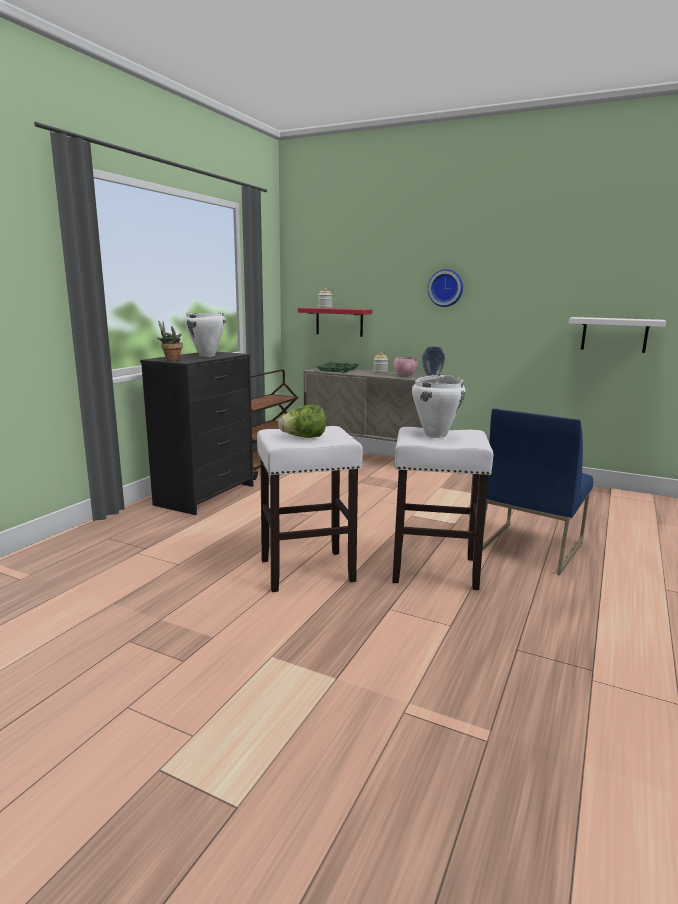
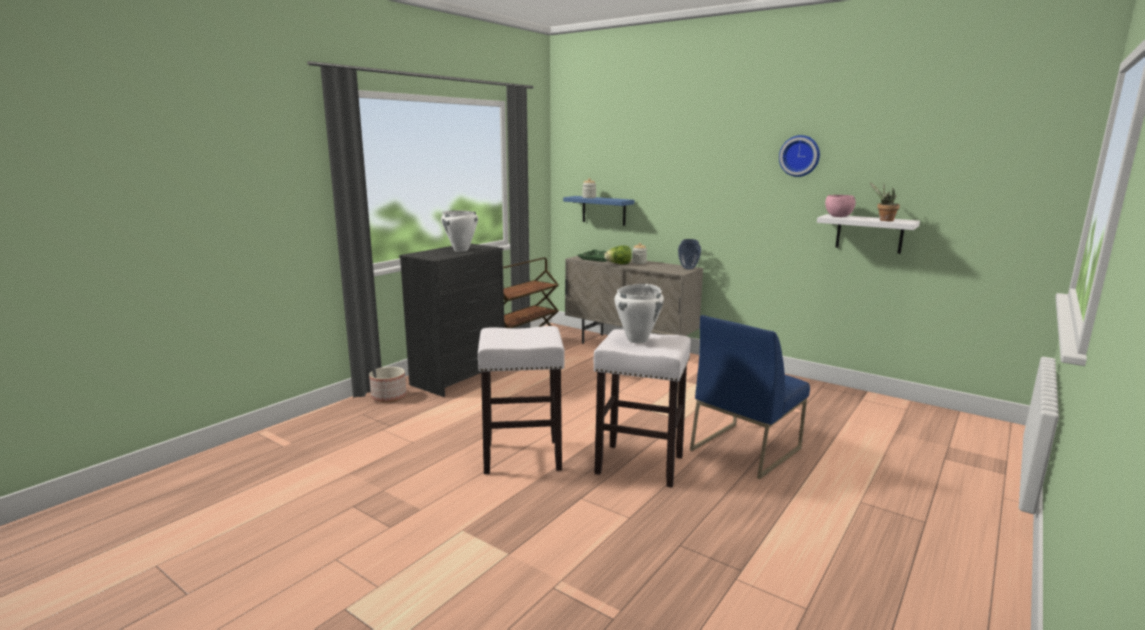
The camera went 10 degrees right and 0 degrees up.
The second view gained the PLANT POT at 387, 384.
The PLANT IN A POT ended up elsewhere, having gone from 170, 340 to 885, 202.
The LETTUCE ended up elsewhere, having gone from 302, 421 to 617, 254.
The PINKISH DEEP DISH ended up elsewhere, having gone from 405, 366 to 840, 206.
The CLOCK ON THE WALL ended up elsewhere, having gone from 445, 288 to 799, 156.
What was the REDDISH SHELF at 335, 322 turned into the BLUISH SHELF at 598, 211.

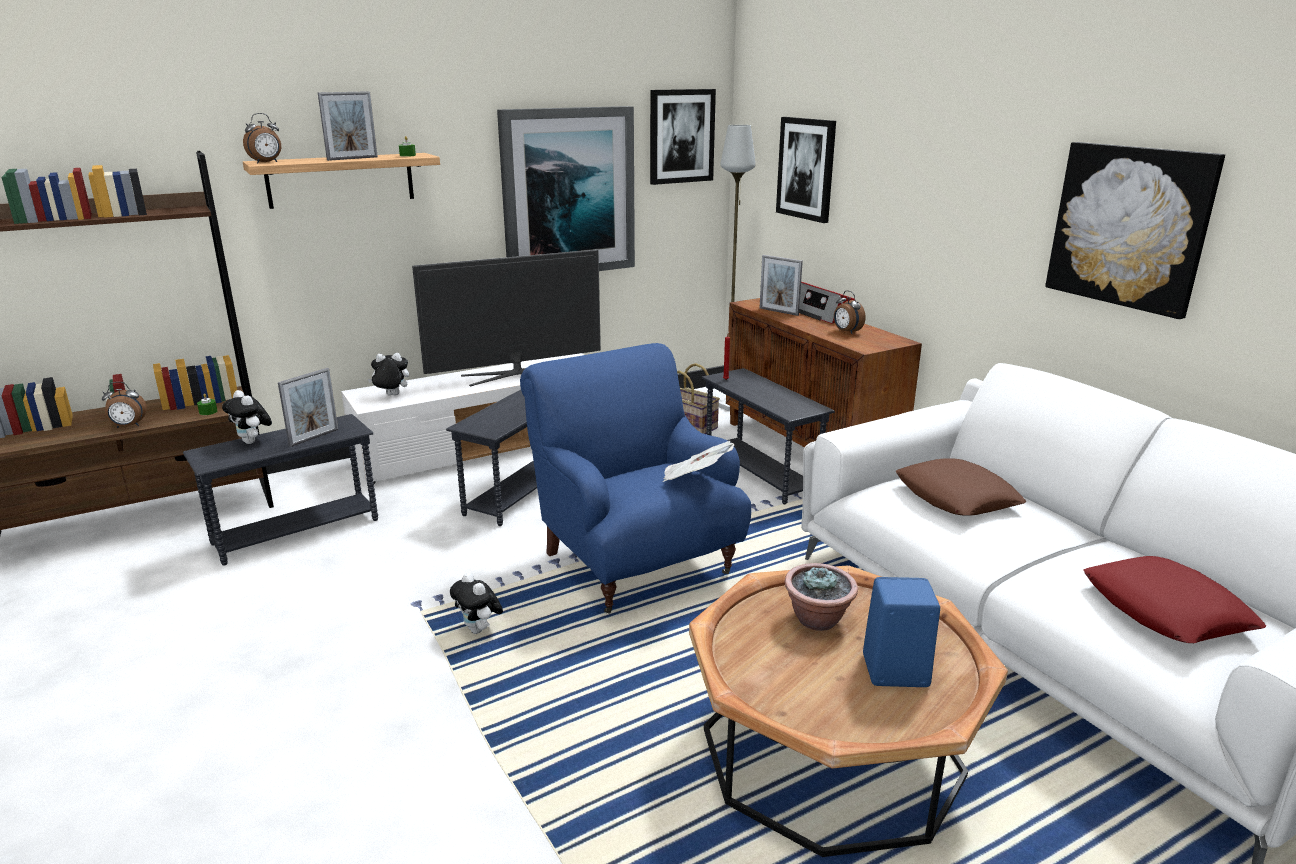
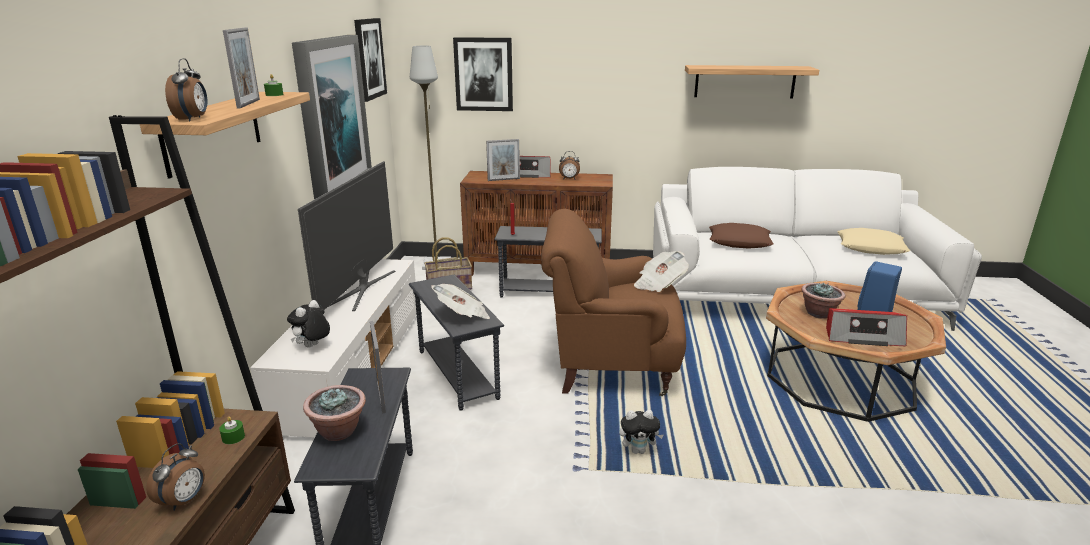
The camera went 55 degrees left and 0 degrees up.
The second view gained the DAILY PAPER at 460, 301.
The second view gained the RADIO at 866, 327.
Where the SOFT TOY stood at 247, 417, the PLANT IN A POT came to stand at 334, 413.
Where the WALL PICTURE hung at 1135, 230, the SHELF came to hang at 752, 82.
What was the BLUISH EASY CHAIR at 635, 478 turned into the BROWN-COLOURED EASY CHAIR at 613, 302.
What was the REDDISH PILLOW at 1174, 599 turned into the BEIGE PILLOW at 873, 241.

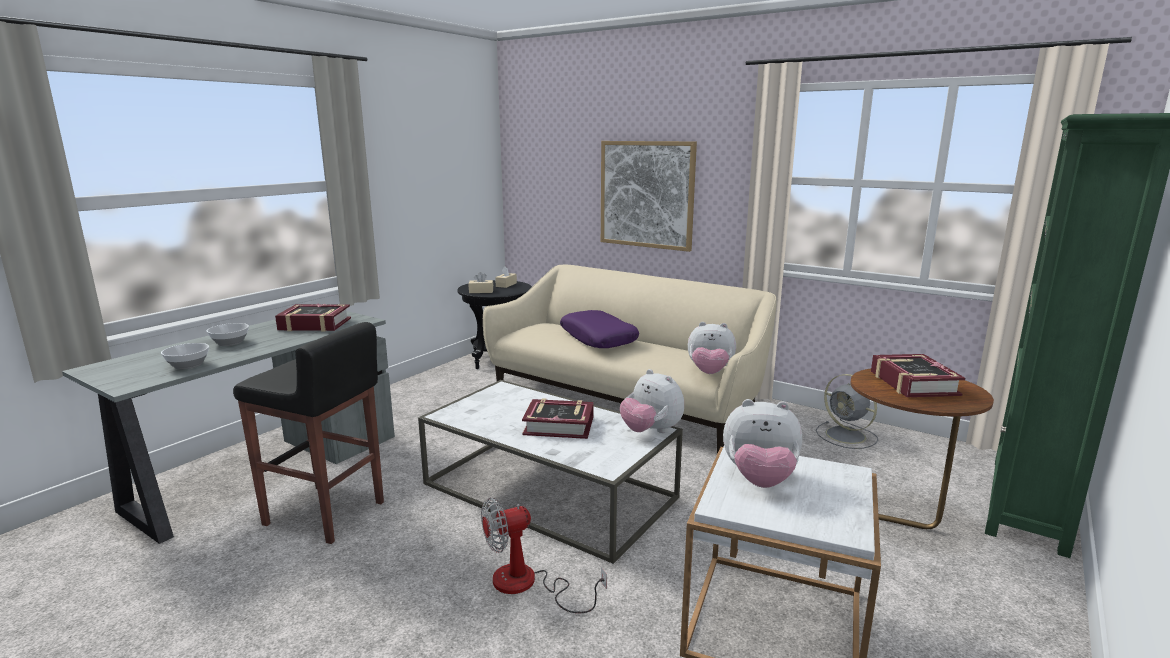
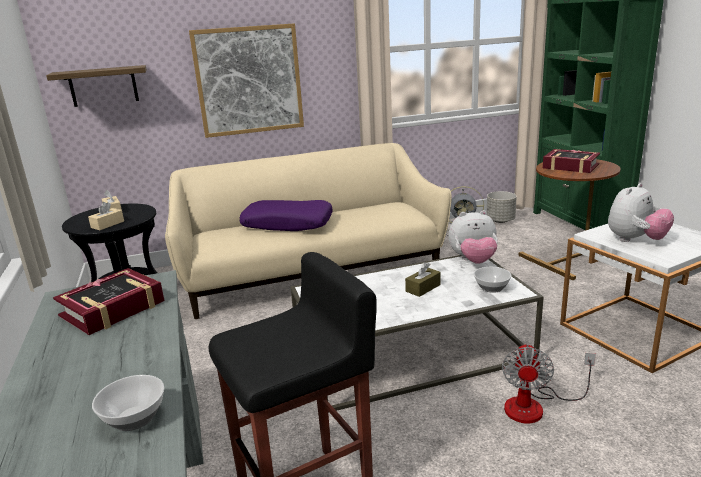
The camera went 50 degrees left and 5 degrees up.
The second view lost the SOFT TOY at 712, 348.
The second view gained the SHELF at 96, 86.
The second view gained the GREY PLANT POT at 502, 207.
The DEEP DISH ended up elsewhere, having gone from 228, 334 to 492, 280.
Where the BOOK stood at 558, 418, the BROWN-COLOURED TISSUE HOLDER came to stand at 423, 279.

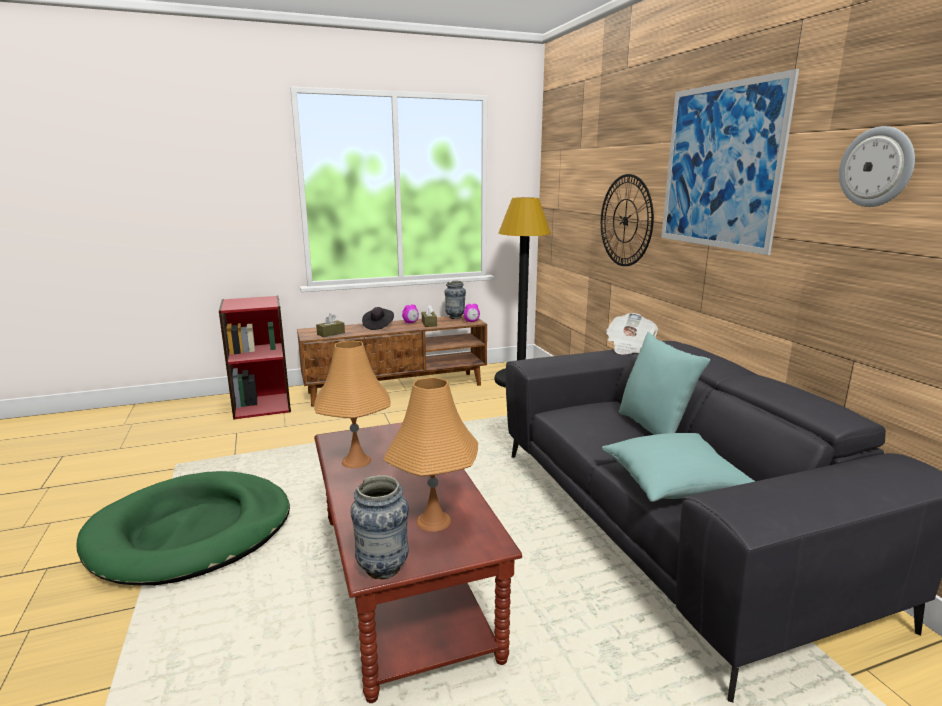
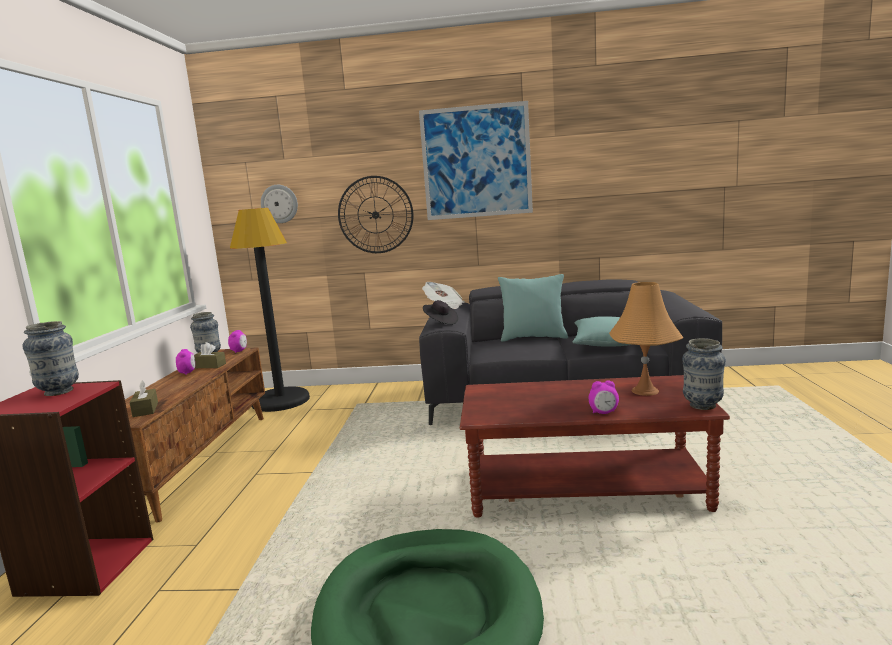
The camera went 65 degrees left and 5 degrees down.
The second view lost the ORANGE-COLOURED TABLETOP LAMP at 352, 404.
The second view gained the VASE at 50, 358.
The second view gained the ALARM CLOCK at 604, 397.
The BLACK CLOTHING HAT ended up elsewhere, having gone from 378, 318 to 440, 312.
The CLOCK ON THE WALL ended up elsewhere, having gone from 877, 166 to 279, 204.

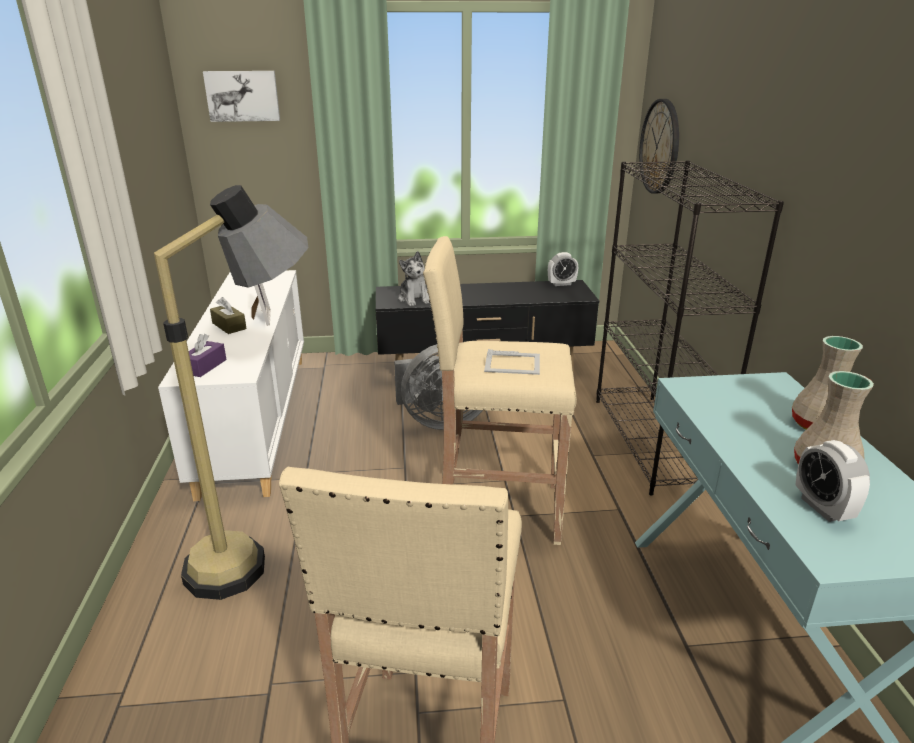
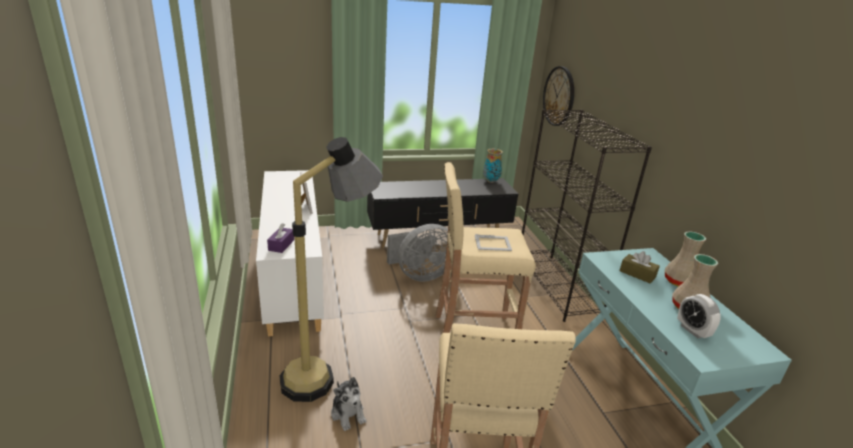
The camera went 10 degrees left and 0 degrees up.
The second view lost the WALL PICTURE at 241, 96.
The BROWN-COLOURED TISSUE HOLDER ended up elsewhere, having gone from 228, 315 to 640, 267.
The SOFT TOY ended up elsewhere, having gone from 414, 278 to 348, 404.
Where the ALARM CLOCK stood at 563, 269, the VASE came to stand at 493, 166.

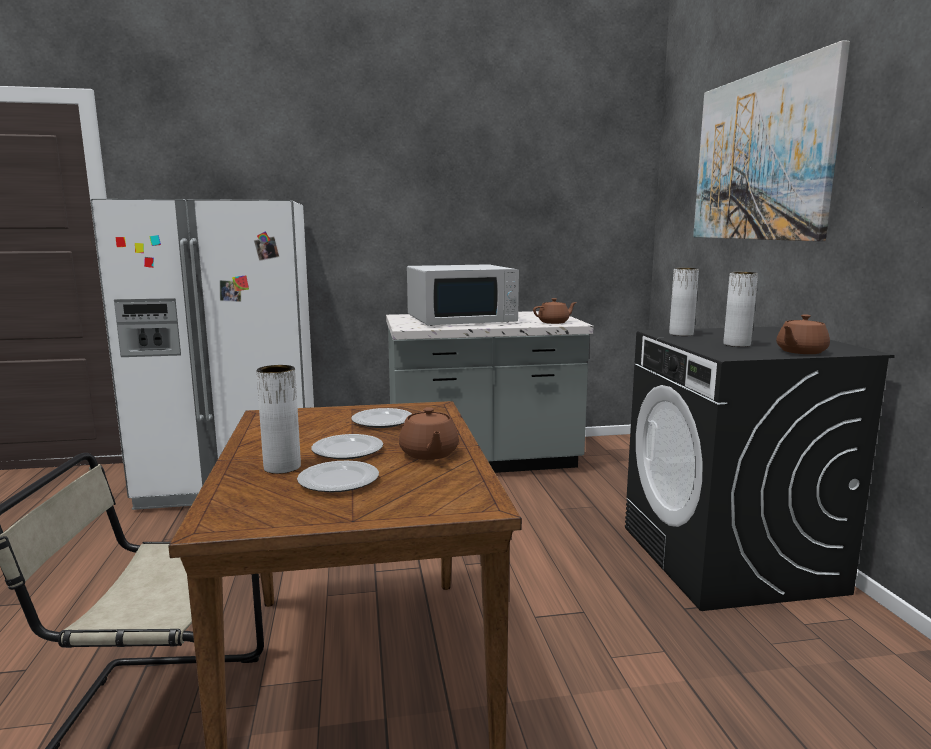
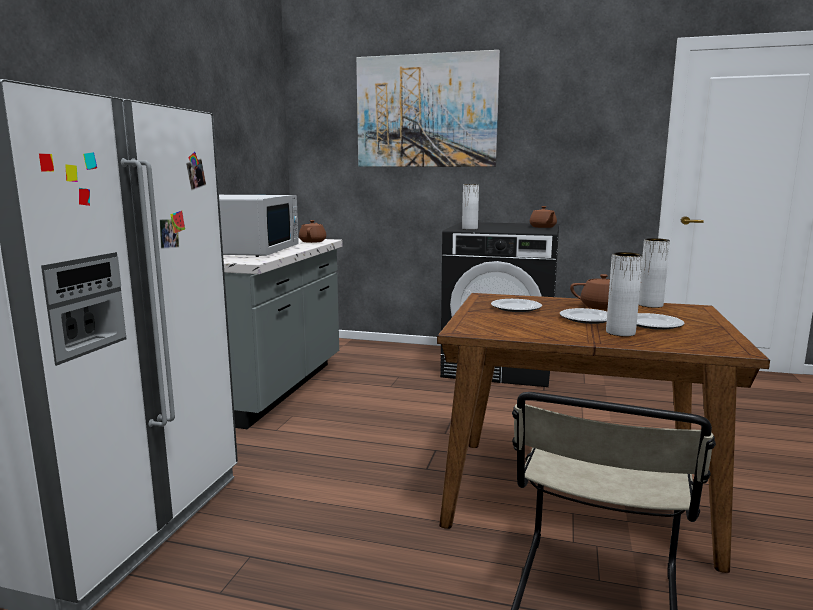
The camera went 65 degrees left and 0 degrees up.
The WHITE-COLOURED VASE ended up elsewhere, having gone from 740, 309 to 654, 273.

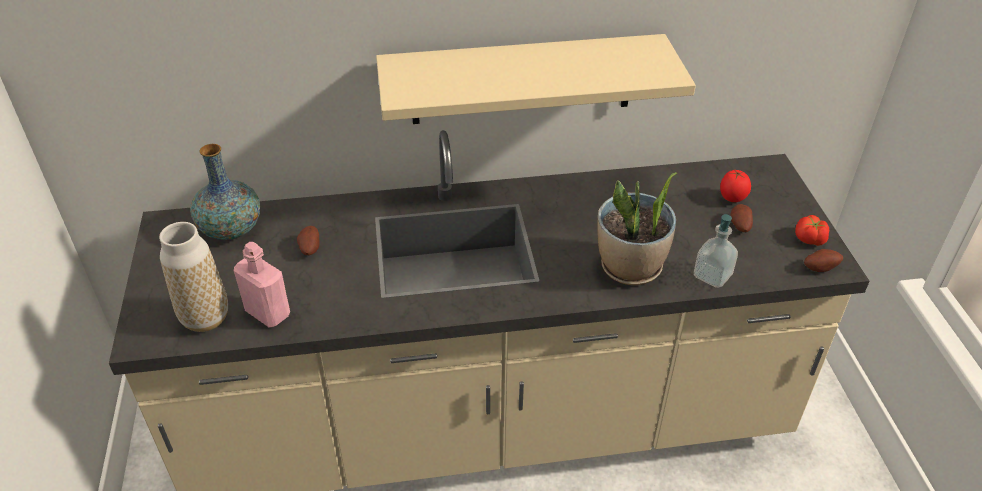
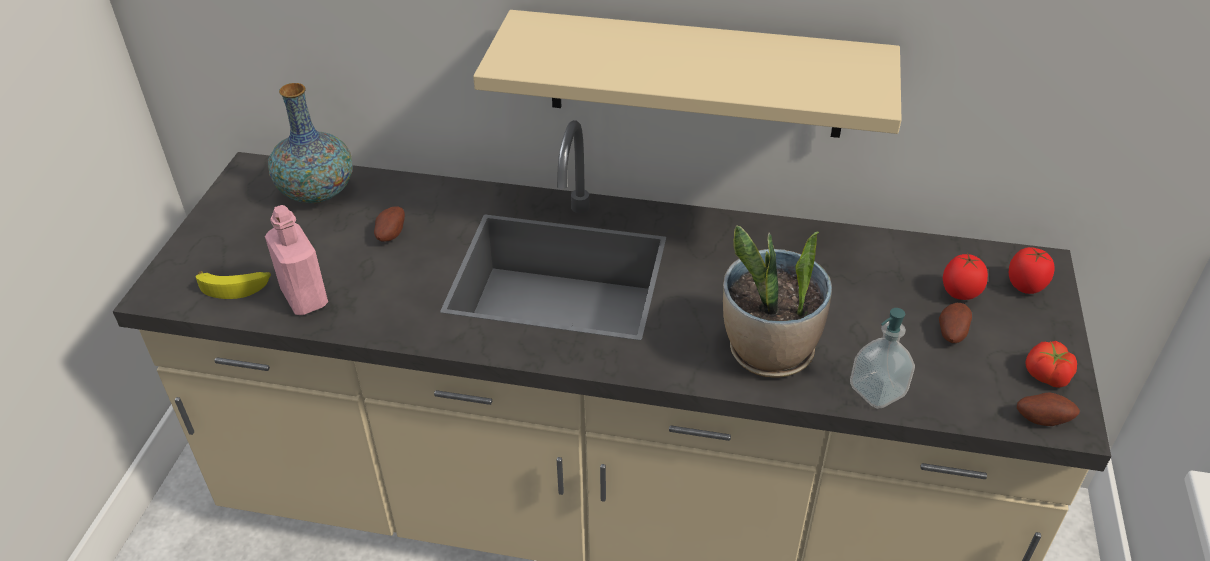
The camera went 20 degrees right and 0 degrees up.
The second view gained the FRESH TOMATO at 1032, 270.
Where the VASE stood at 193, 277, the BANANA came to stand at 233, 285.

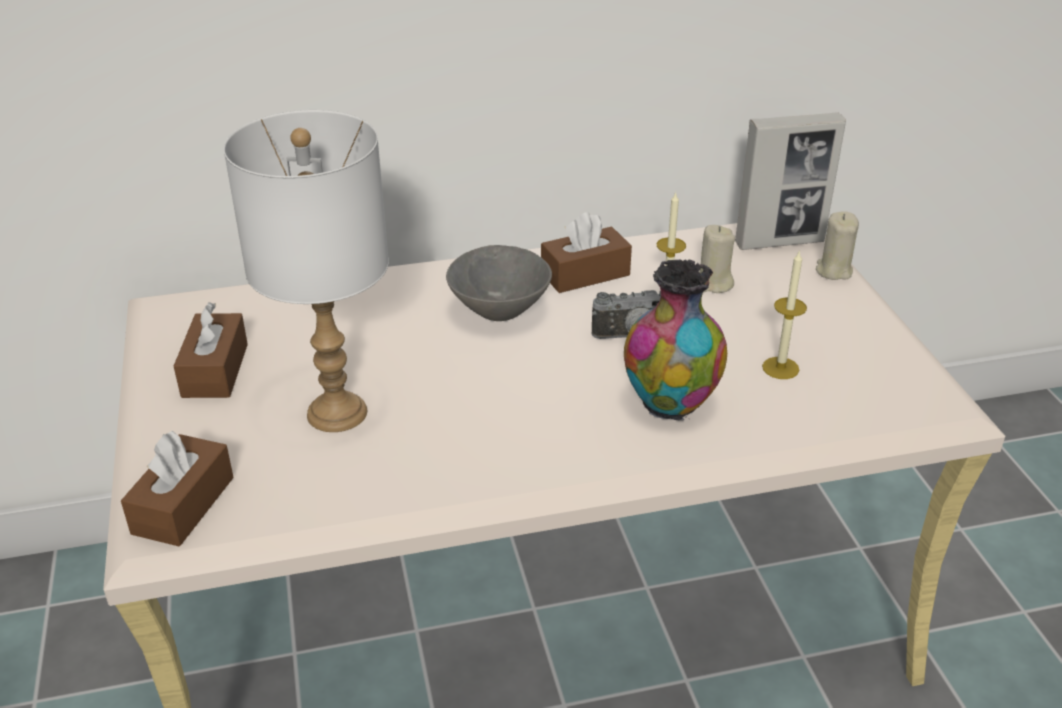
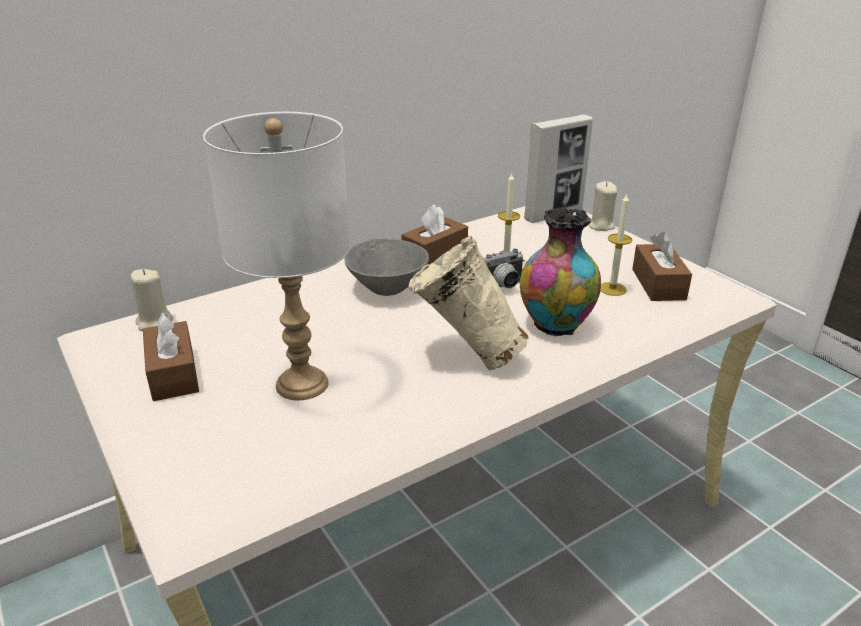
The camera went 20 degrees left and 5 degrees down.
The second view gained the BEIGE VASE at 469, 303.
The BROWN-COLOURED TISSUE HOLDER ended up elsewhere, having gone from 177, 488 to 662, 266.
The BEIGE CANDLE ended up elsewhere, having gone from 717, 259 to 151, 300.

